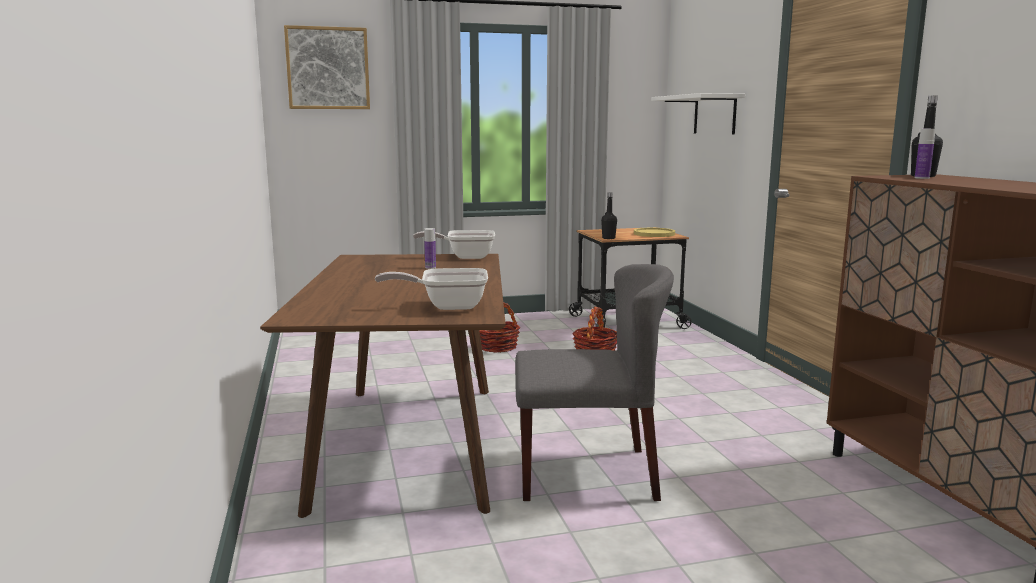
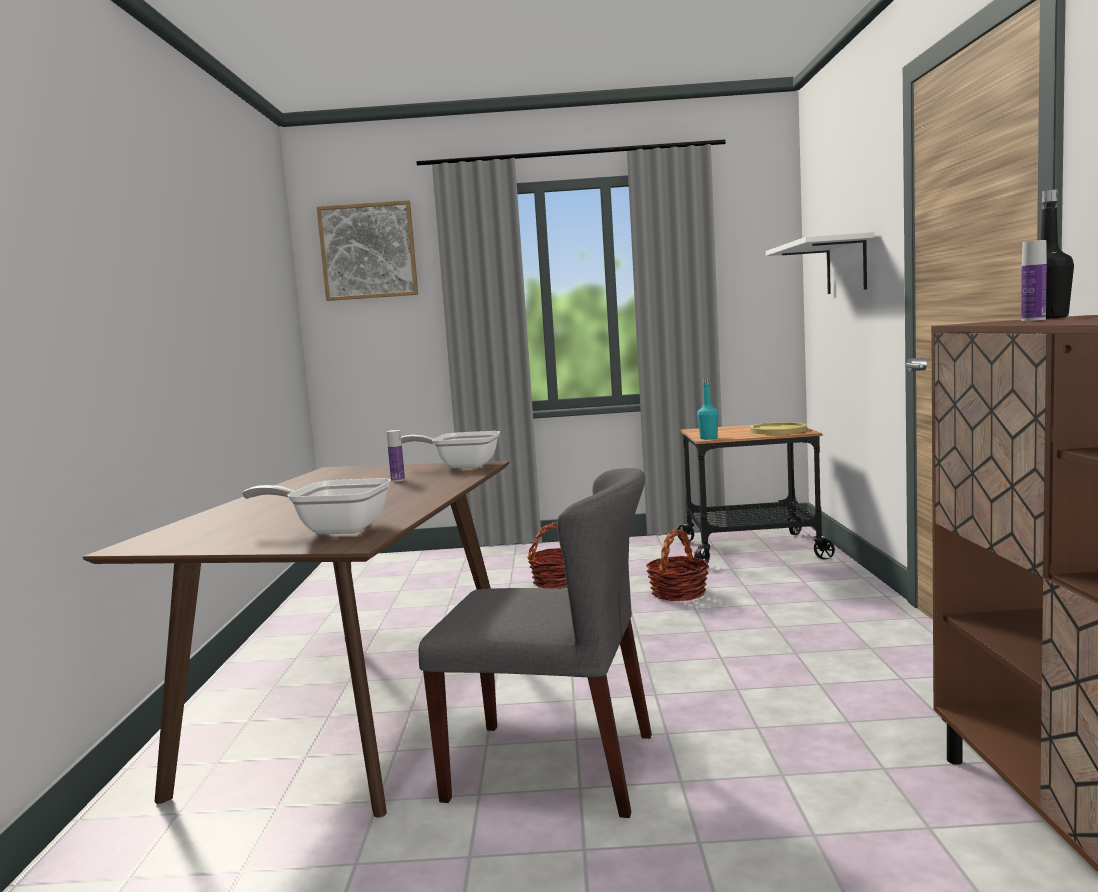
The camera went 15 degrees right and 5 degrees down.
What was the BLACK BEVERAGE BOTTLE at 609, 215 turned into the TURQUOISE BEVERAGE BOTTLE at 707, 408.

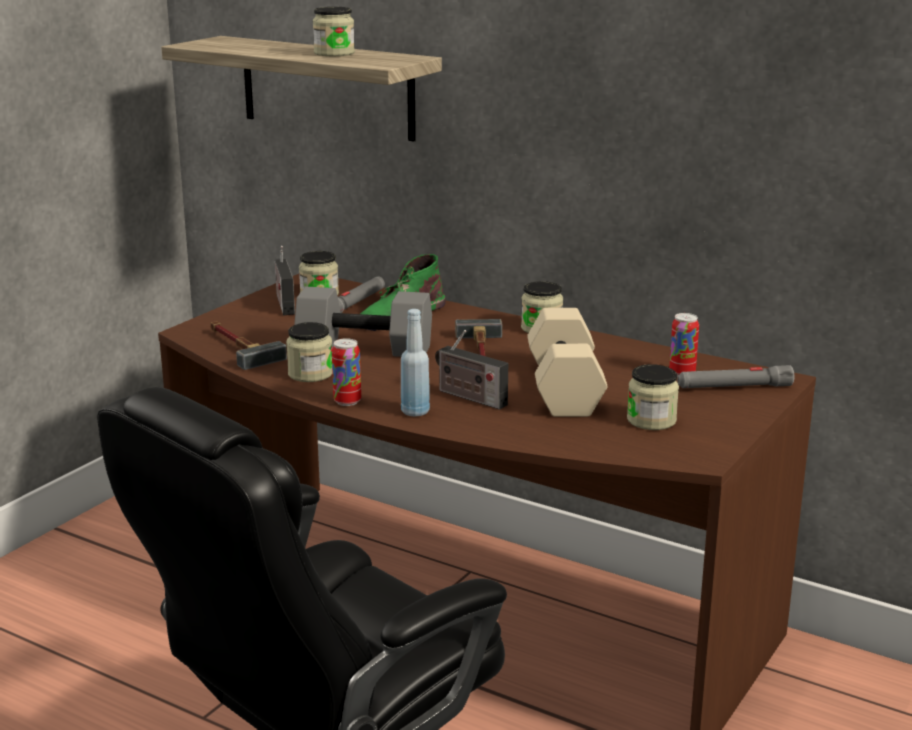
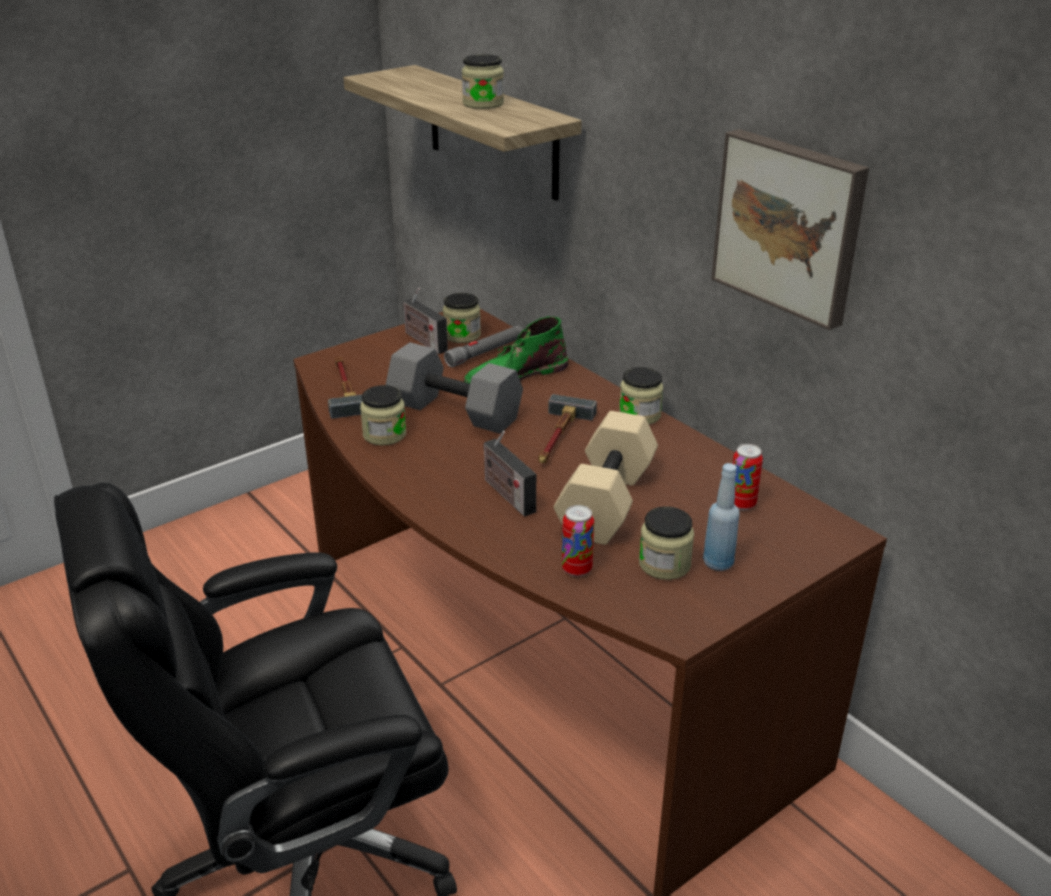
The camera went 20 degrees right and 10 degrees up.
The second view lost the GREY HAND TORCH at 735, 376.
The second view gained the WALL PICTURE at 790, 229.
The CAN ended up elsewhere, having gone from 346, 372 to 578, 541.
The BLUISH BEVERAGE BOTTLE ended up elsewhere, having gone from 415, 363 to 721, 517.
The RADIO at 285, 280 ended up facing another way, 45 degrees counterclockwise from before.

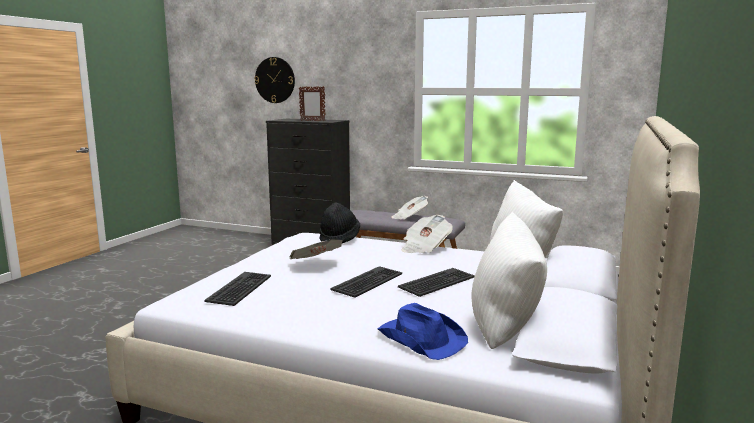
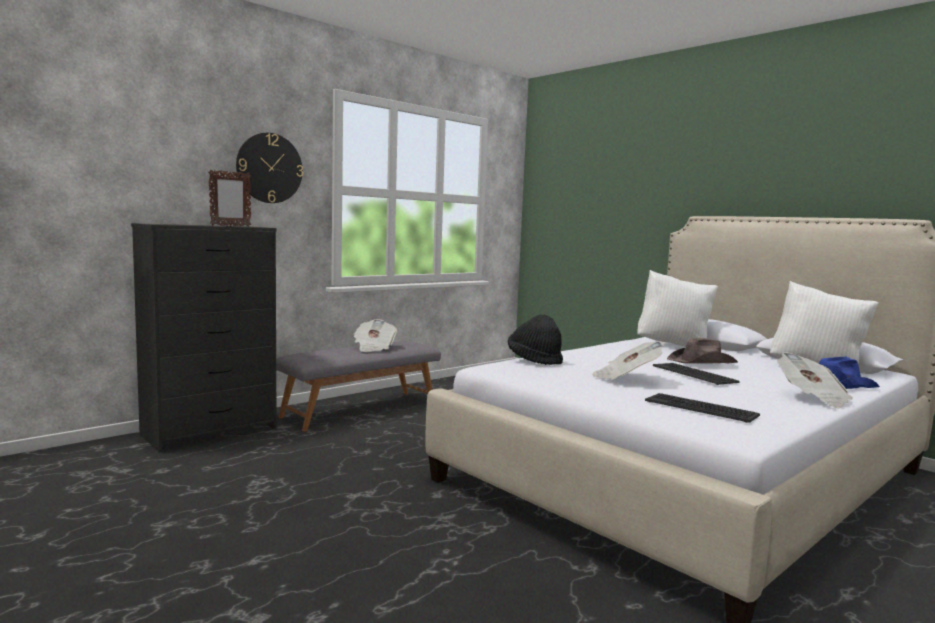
The camera went 65 degrees left and 5 degrees down.
The CLOCK ON THE WALL ended up elsewhere, having gone from 274, 80 to 269, 168.
The DAILY PAPER ended up elsewhere, having gone from 427, 234 to 815, 380.
Where the KEYBOARD stood at 436, 282, the BROWN-COLOURED CLOTHING HAT came to stand at 702, 351.

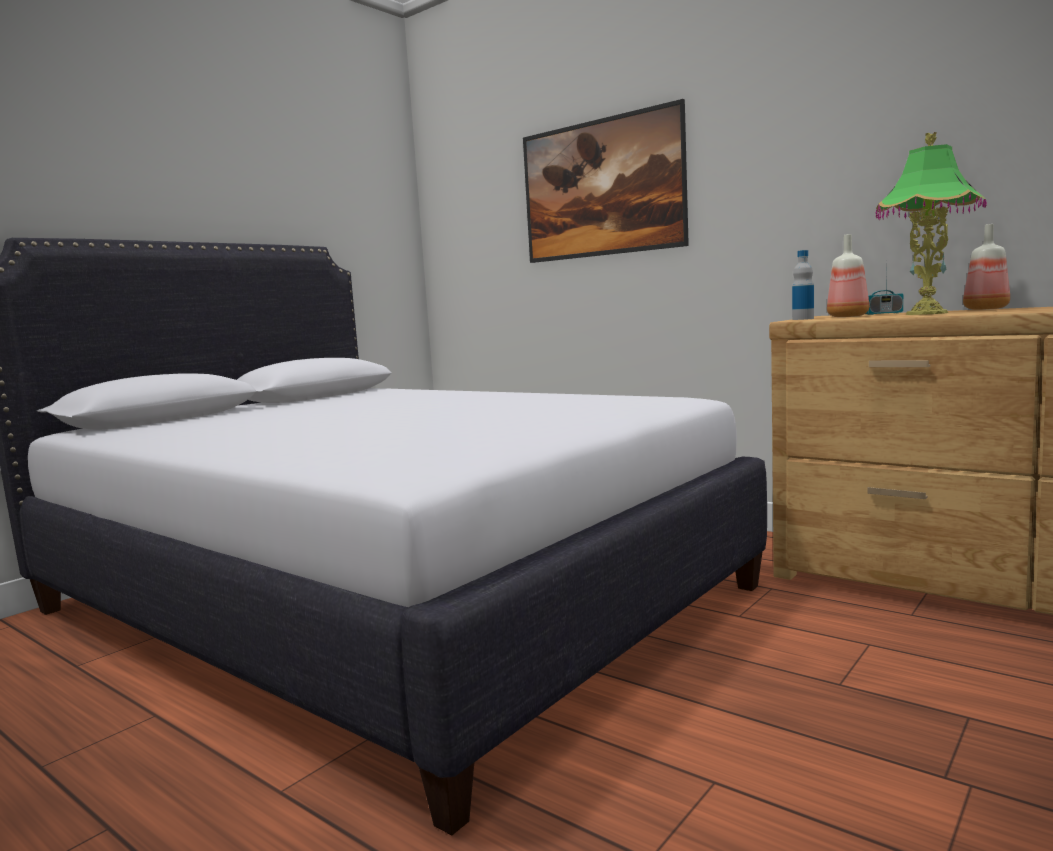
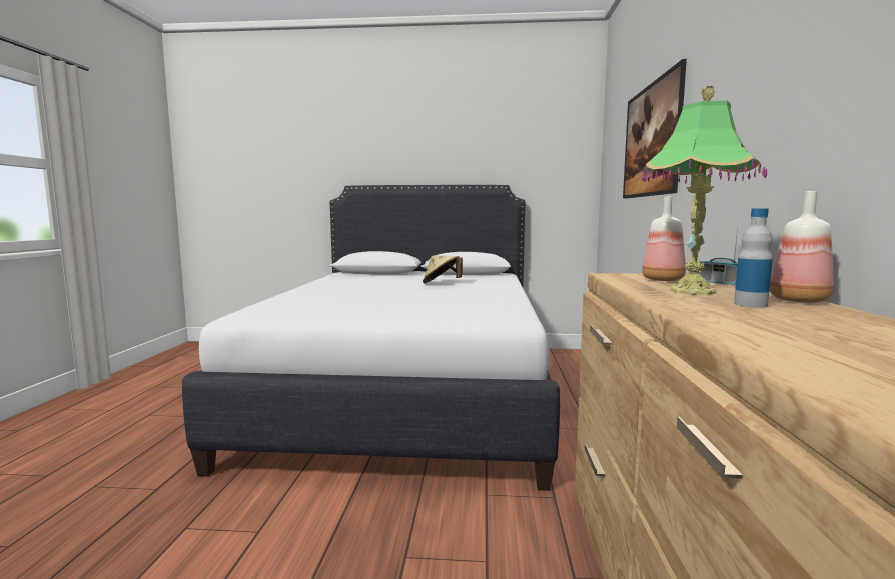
The camera went 55 degrees right and 0 degrees up.
The second view gained the BEIGE CLOTHING HAT at 443, 269.
The BEVERAGE BOTTLE ended up elsewhere, having gone from 803, 285 to 753, 258.

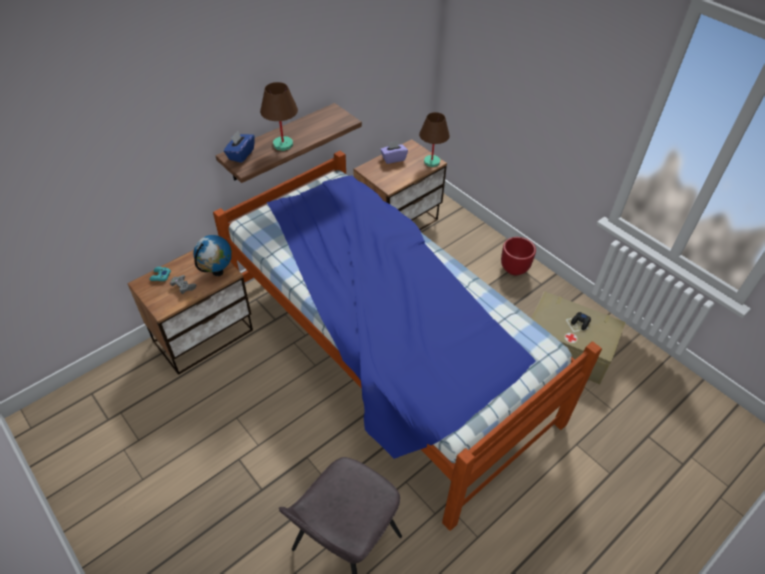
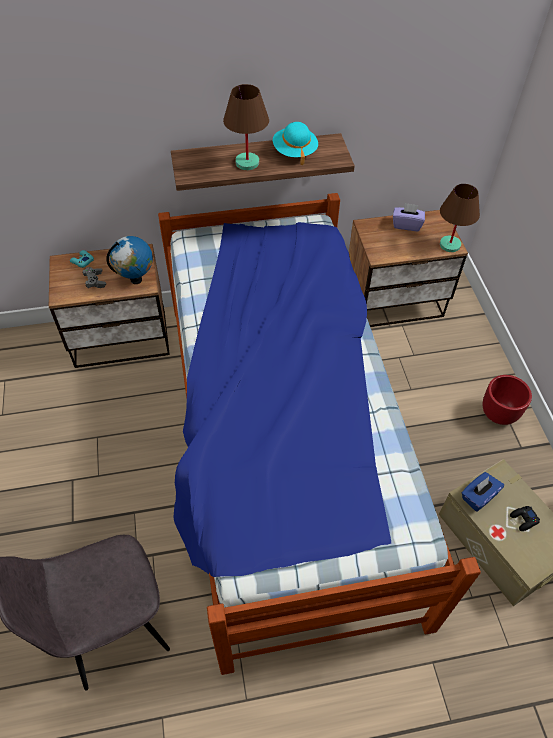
The camera went 30 degrees right and 5 degrees up.
The second view gained the TURQUOISE CLOTHING HAT at 295, 143.
The BLUISH TISSUE HOLDER ended up elsewhere, having gone from 239, 147 to 483, 492.

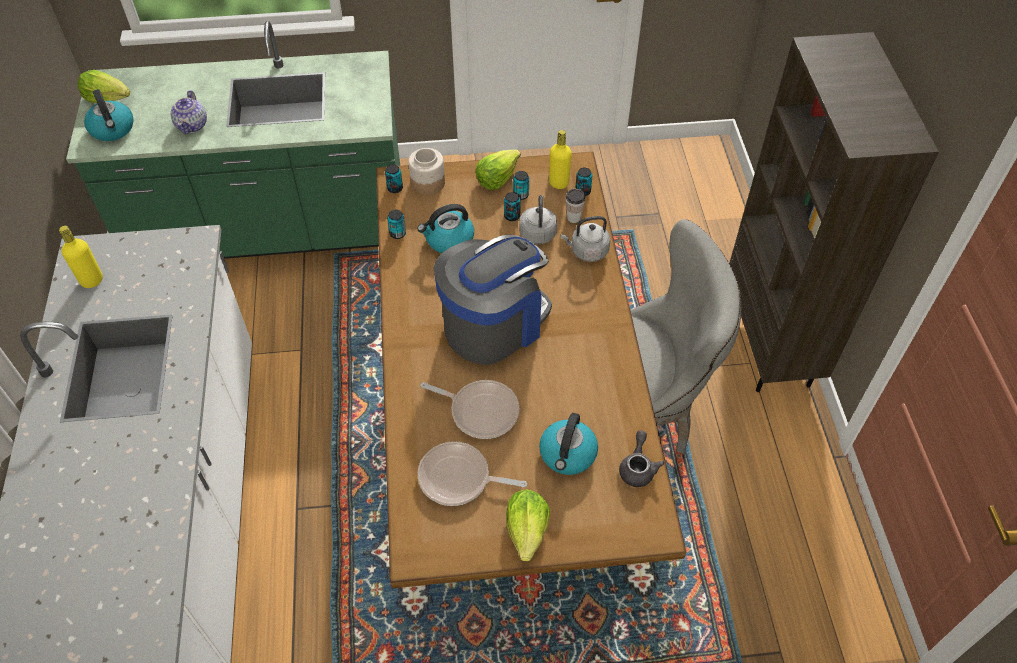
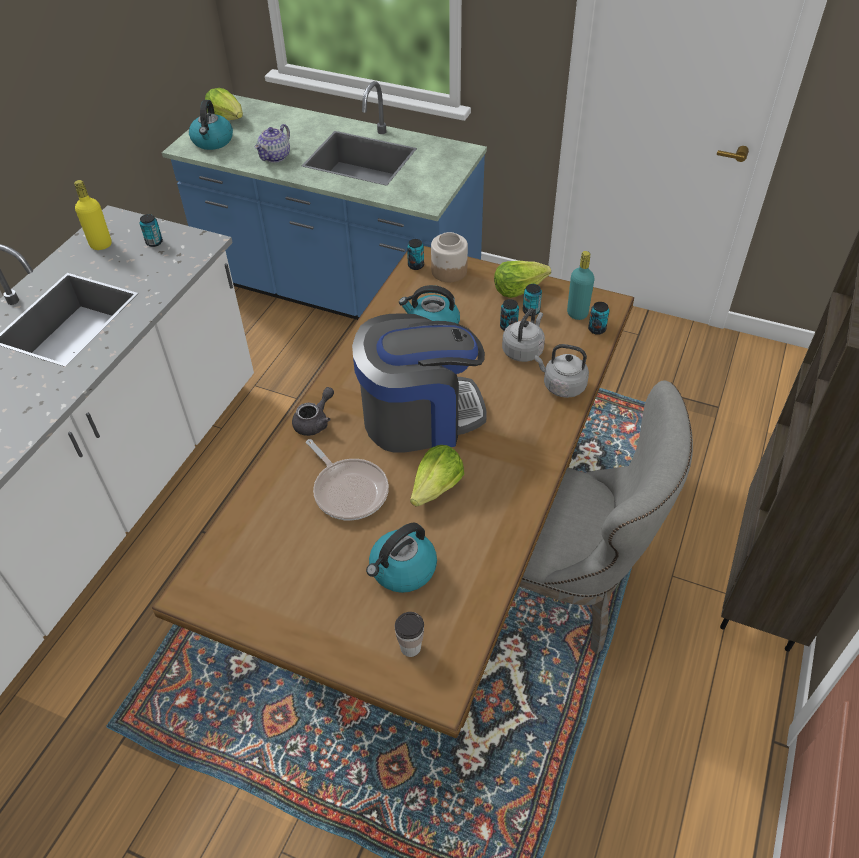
The camera went 30 degrees right and 5 degrees down.
The second view lost the FRYING PAN at 472, 473.
The CAN ended up elsewhere, having gone from 396, 224 to 151, 230.
The LETTUCE ended up elsewhere, having gone from 528, 525 to 437, 476.
The CUP ended up elsewhere, having gone from 575, 206 to 409, 634.
The GREY TEA POT ended up elsewhere, having gone from 642, 459 to 313, 411.
What was the GREENISH COUNTER at 233, 140 turned into the BLUISH COUNTER at 324, 200.
What was the YELLOW BEVERAGE BOTTLE at 560, 159 turned into the TURQUOISE BEVERAGE BOTTLE at 580, 285.

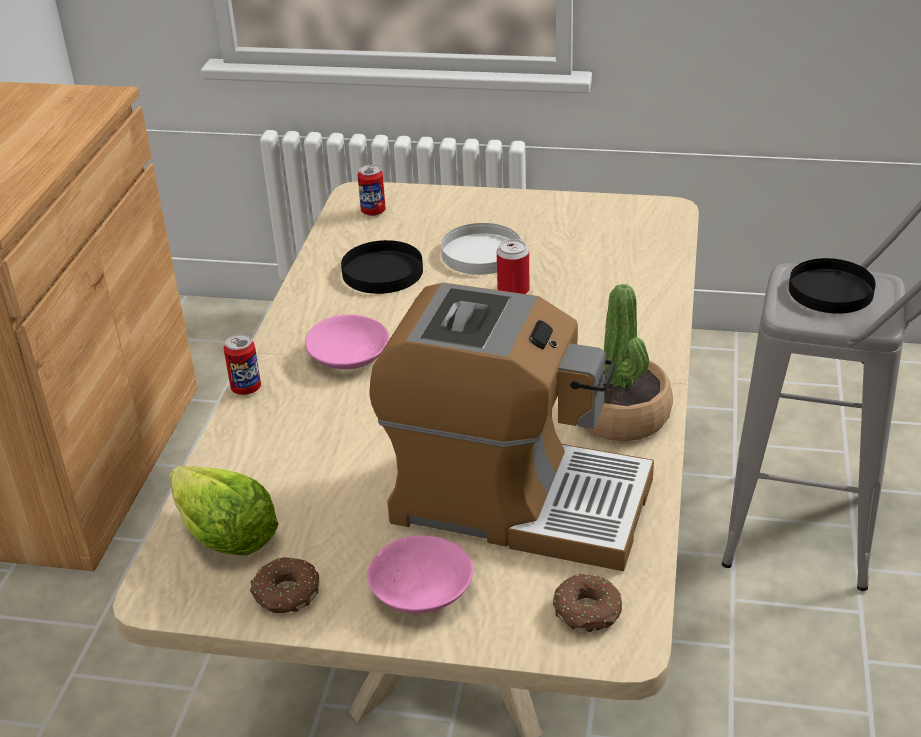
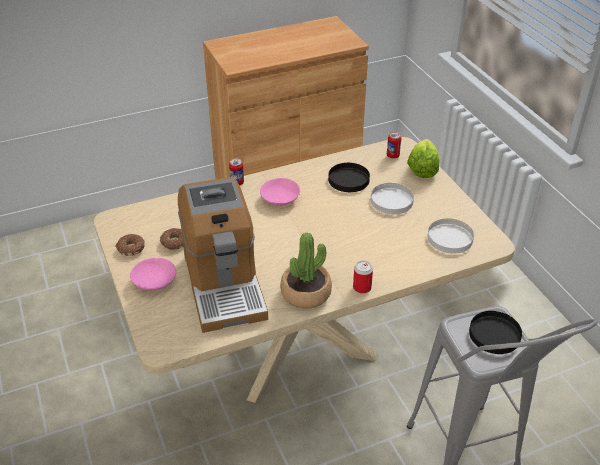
The camera went 55 degrees right and 5 degrees up.
The second view gained the WHITE-COLOURED FLAT DISH at 450, 236.
The LETTUCE ended up elsewhere, having gone from 224, 510 to 423, 158.
The CAN ended up elsewhere, having gone from 513, 266 to 363, 277.
The RING DOUGHNUT ended up elsewhere, having gone from 587, 603 to 171, 239.

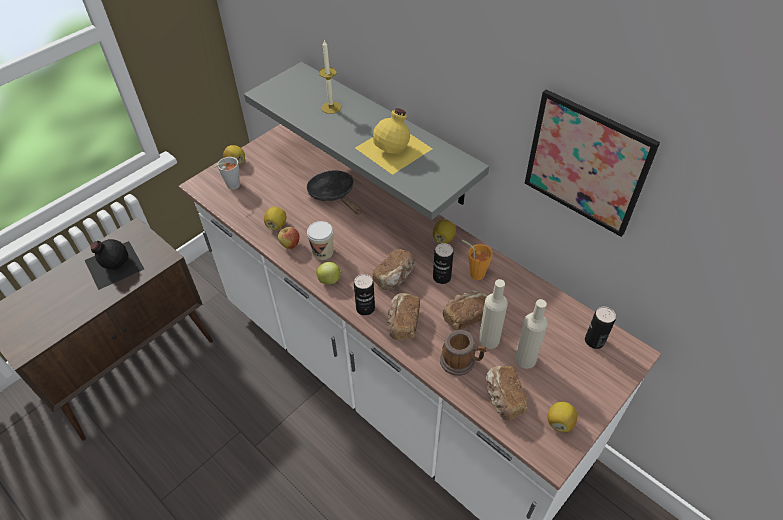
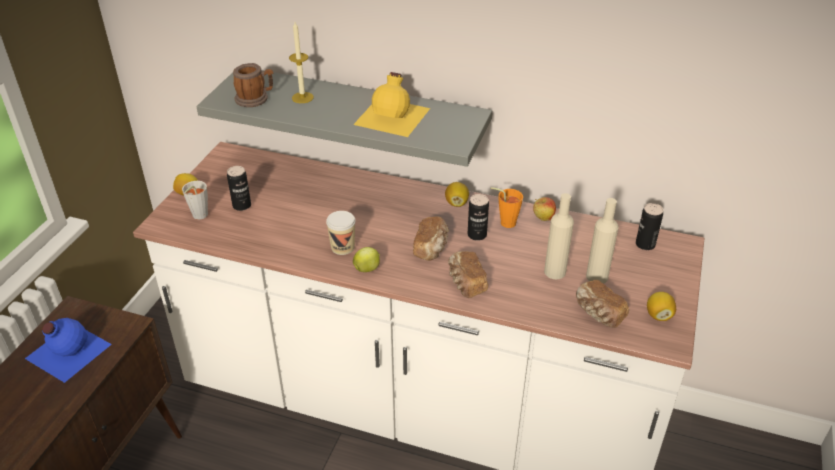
The camera went 25 degrees left and 10 degrees down.
The second view lost the WHOLE LEMON at 275, 218.
The second view lost the BLACK FRYING PAN at 334, 192.
The second view lost the BAKED BREAD at 465, 310.
The second view lost the WALL PICTURE at 592, 163.
The APPLE ended up elsewhere, having gone from 288, 238 to 544, 209.
The CAN ended up elsewhere, having gone from 364, 294 to 239, 188.
The COFFEE MUG ended up elsewhere, having gone from 463, 353 to 253, 85.
What was the BLACK BEVERAGE BOTTLE at 114, 264 turned into the BLUISH BEVERAGE BOTTLE at 68, 350.

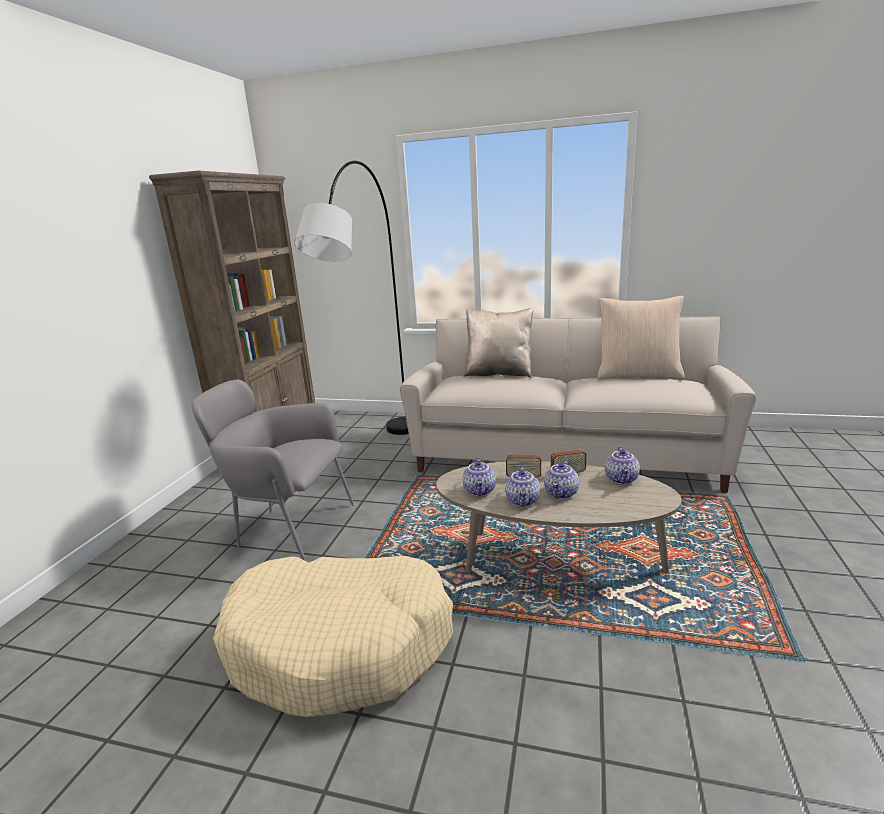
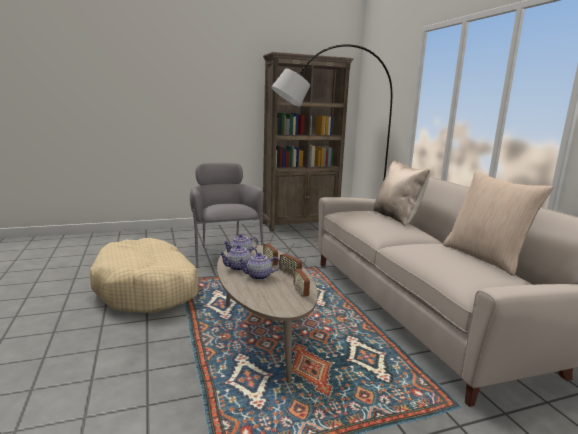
The camera went 55 degrees right and 5 degrees down.
Where the TEA POT stood at 622, 465, the RADIO came to stand at 301, 278.

